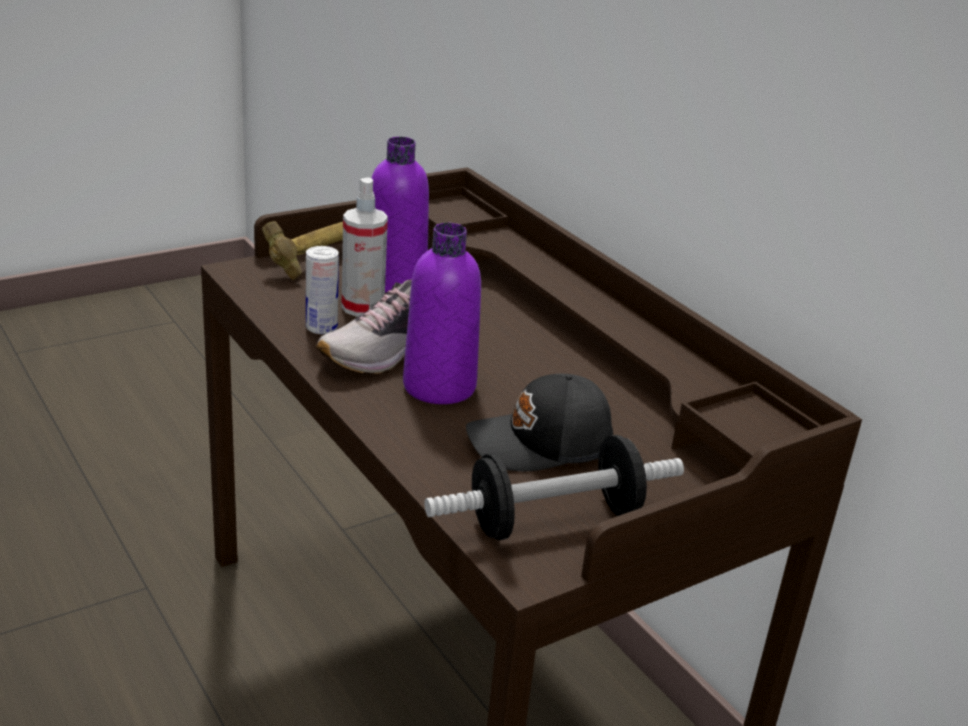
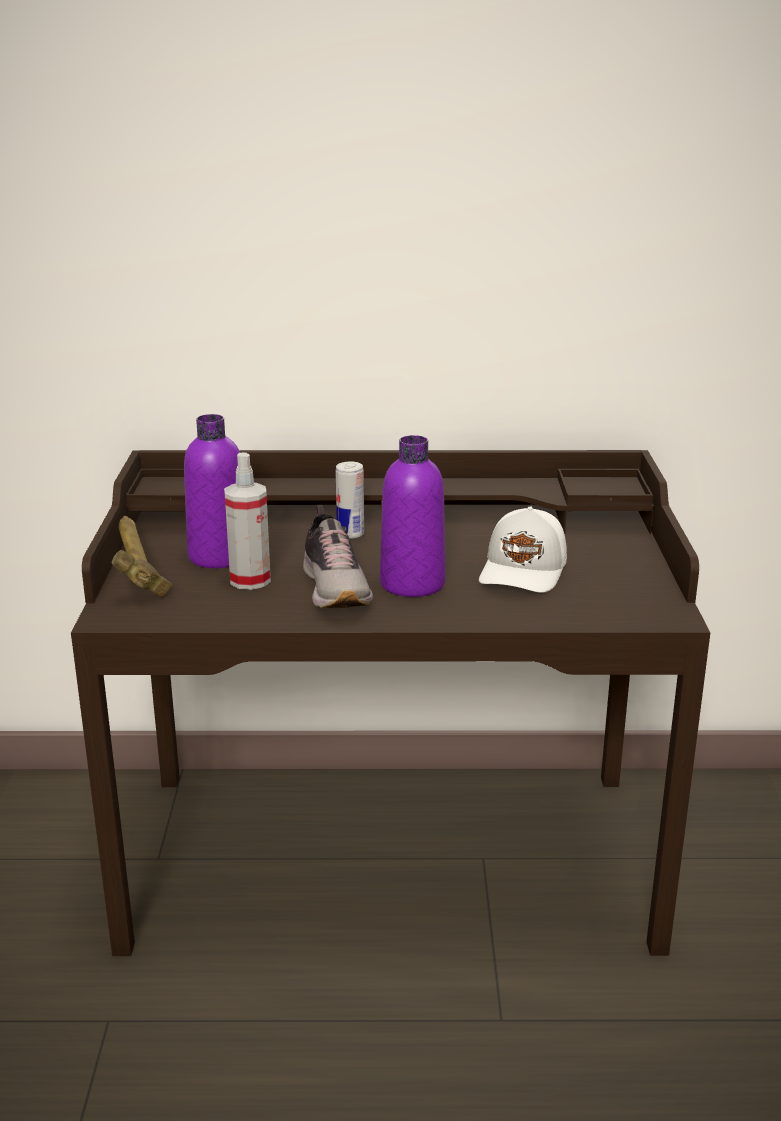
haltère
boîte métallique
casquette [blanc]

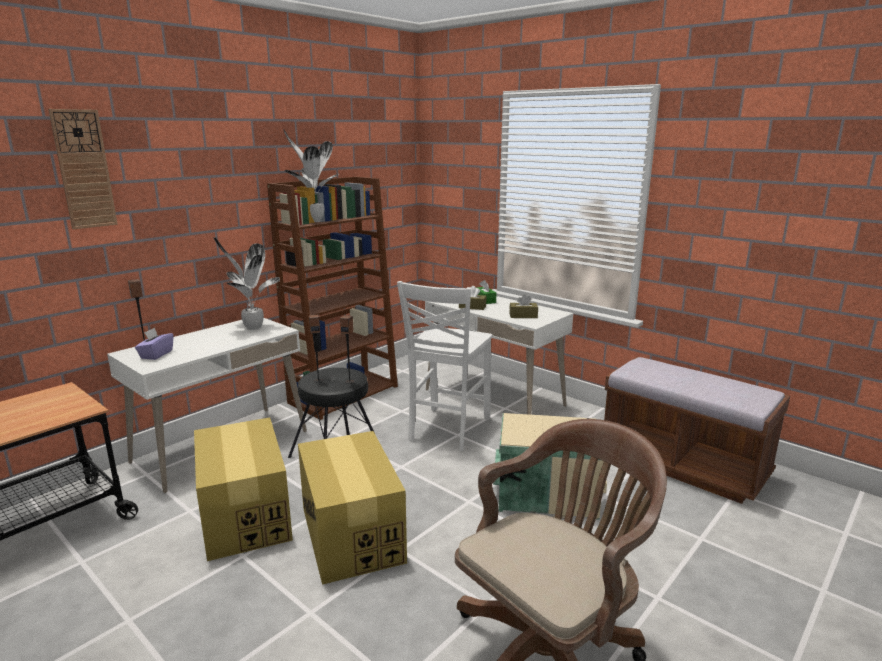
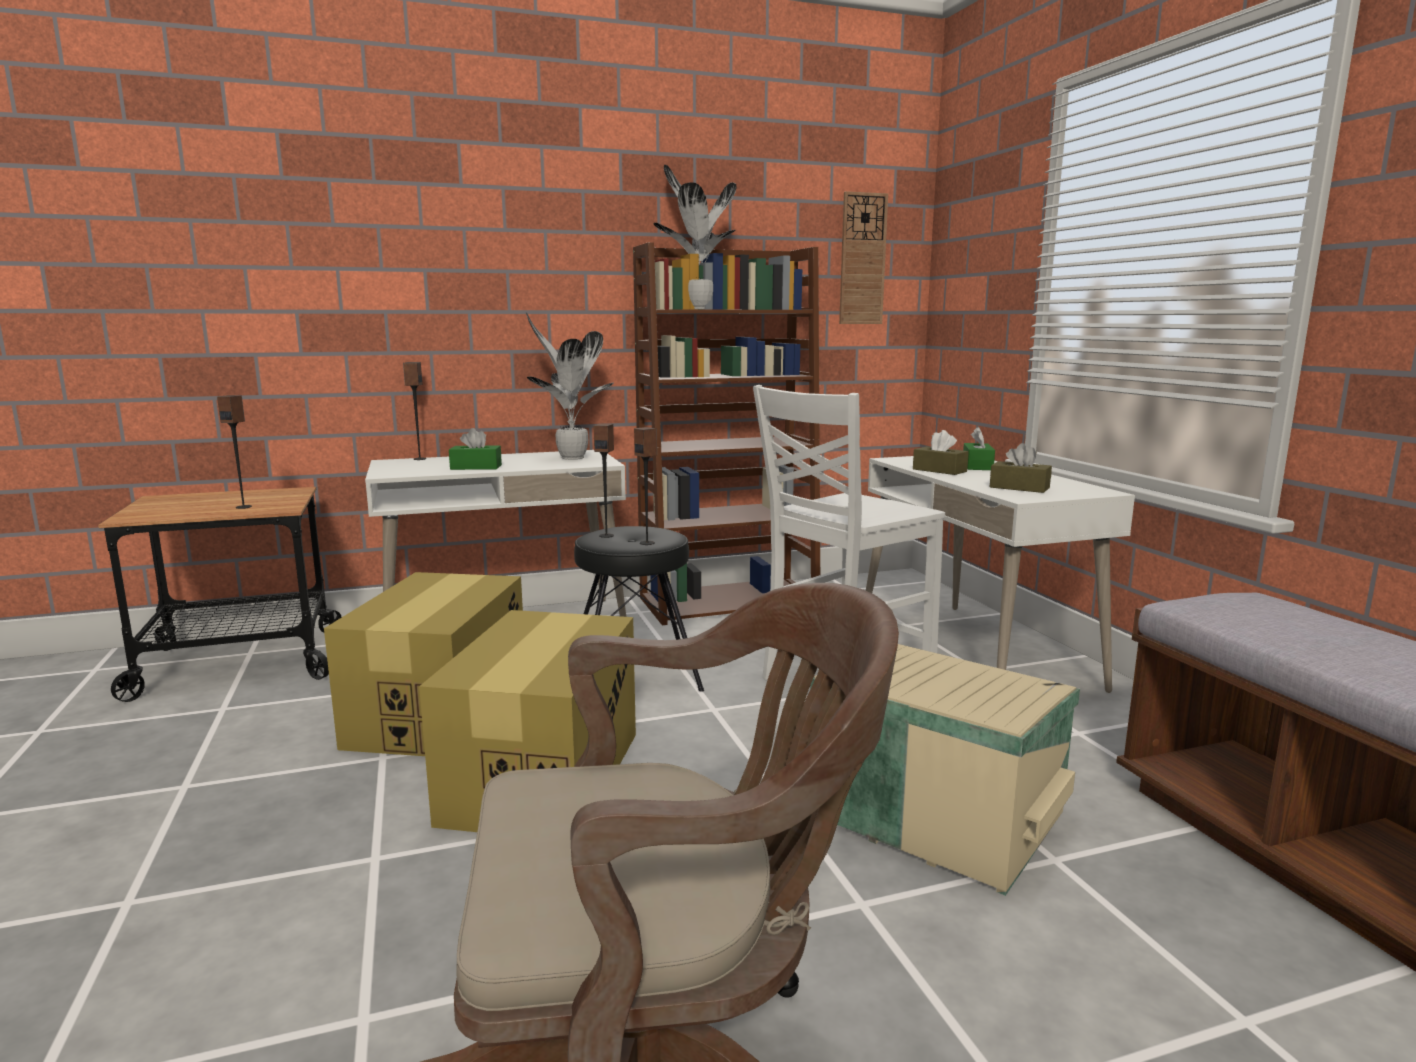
boîte à mouchoirs [violet]
enceinte (1st from left)
boîte à mouchoirs [vert] (1st from left)
horloge murale

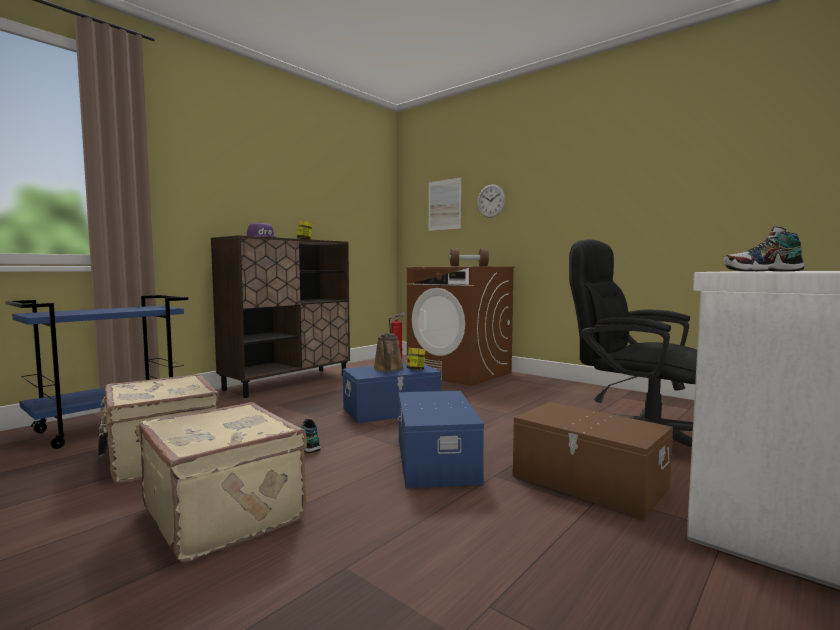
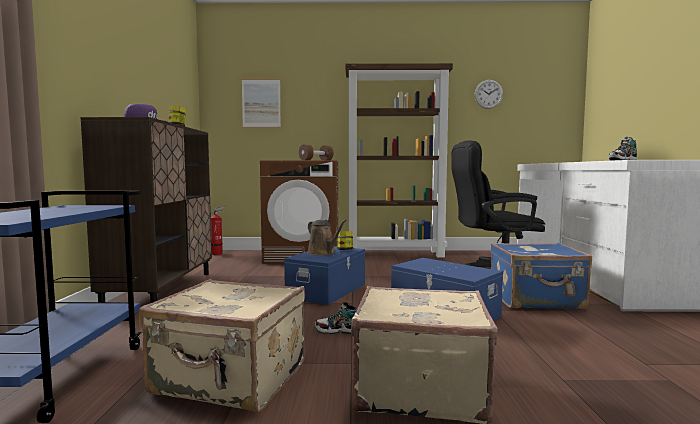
bibliothèque [marron]
horloge murale
valise [bleu]

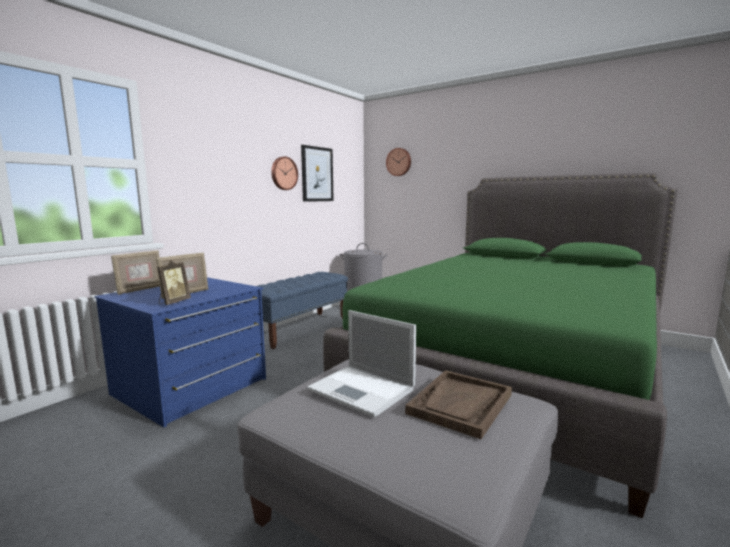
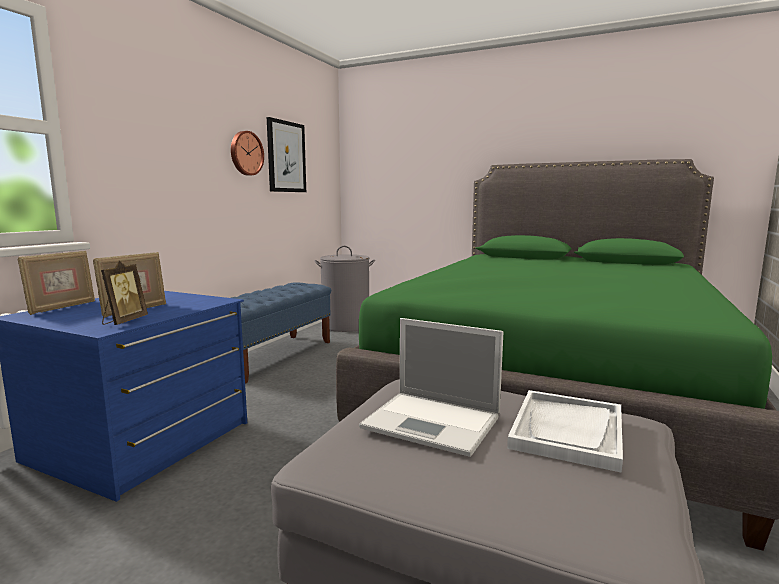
horloge murale (2nd from left in the first image)
plateau [blanc]

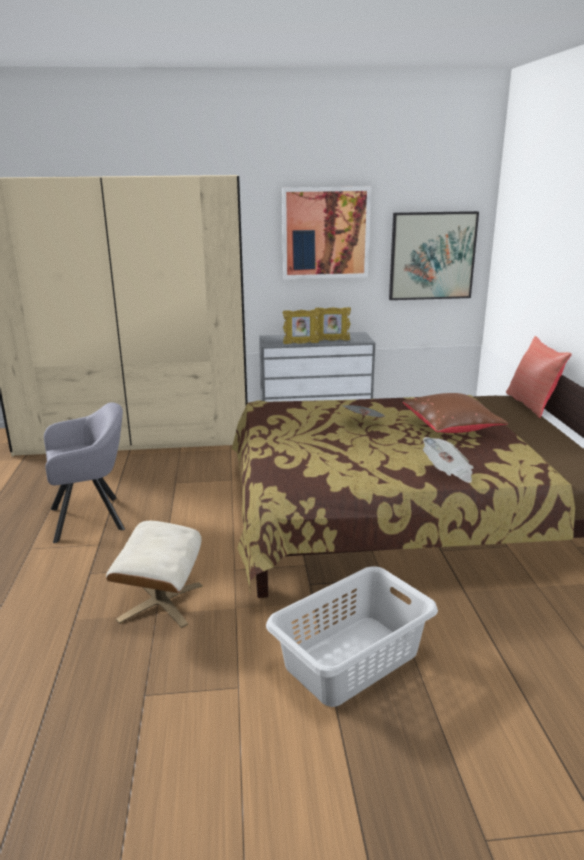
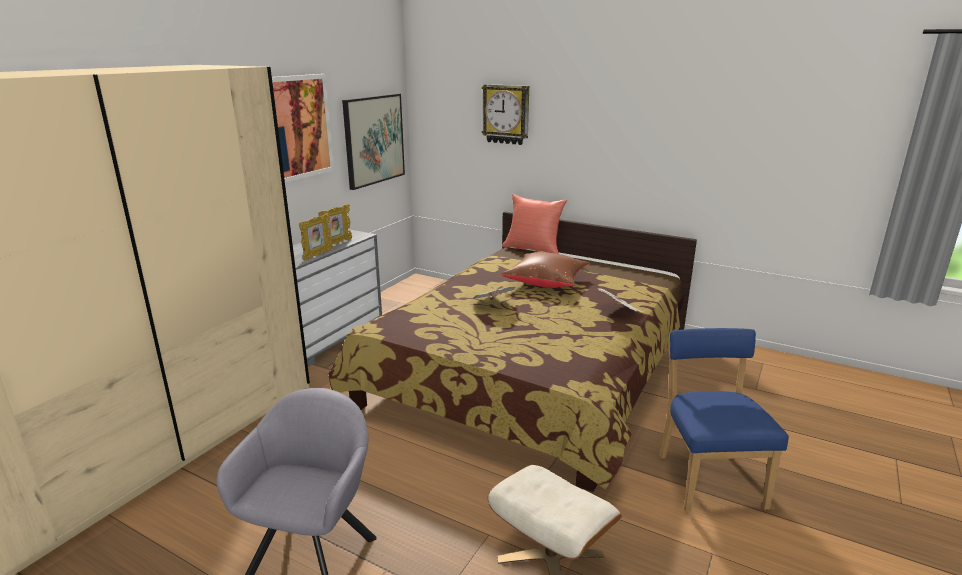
horloge murale
chaise [bleu]

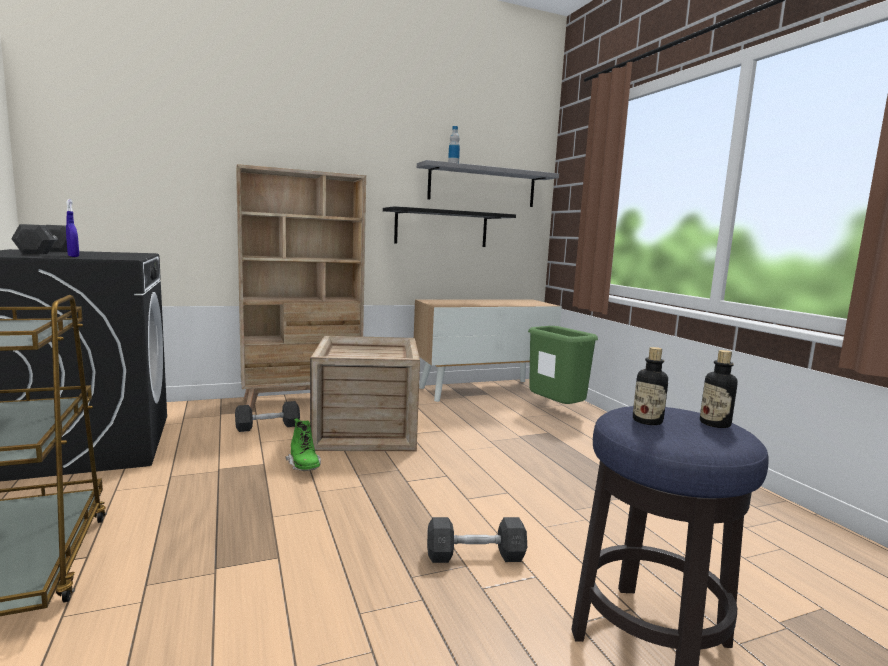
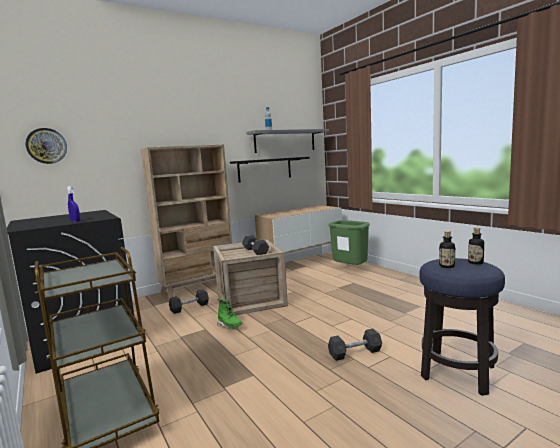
horloge murale
haltère [gris] (2nd from left)

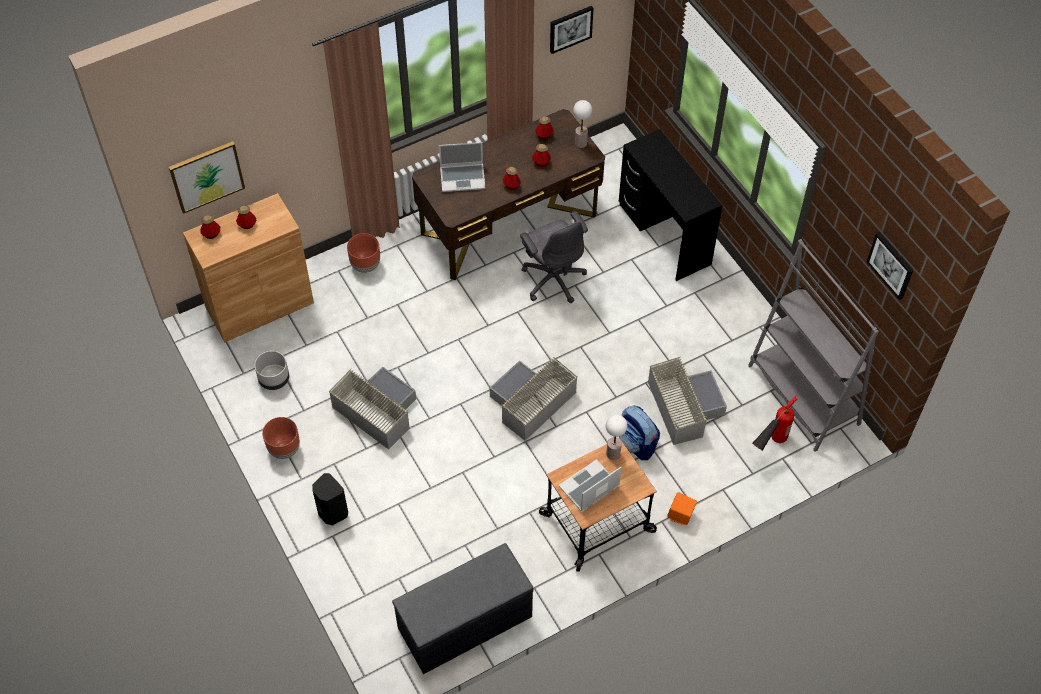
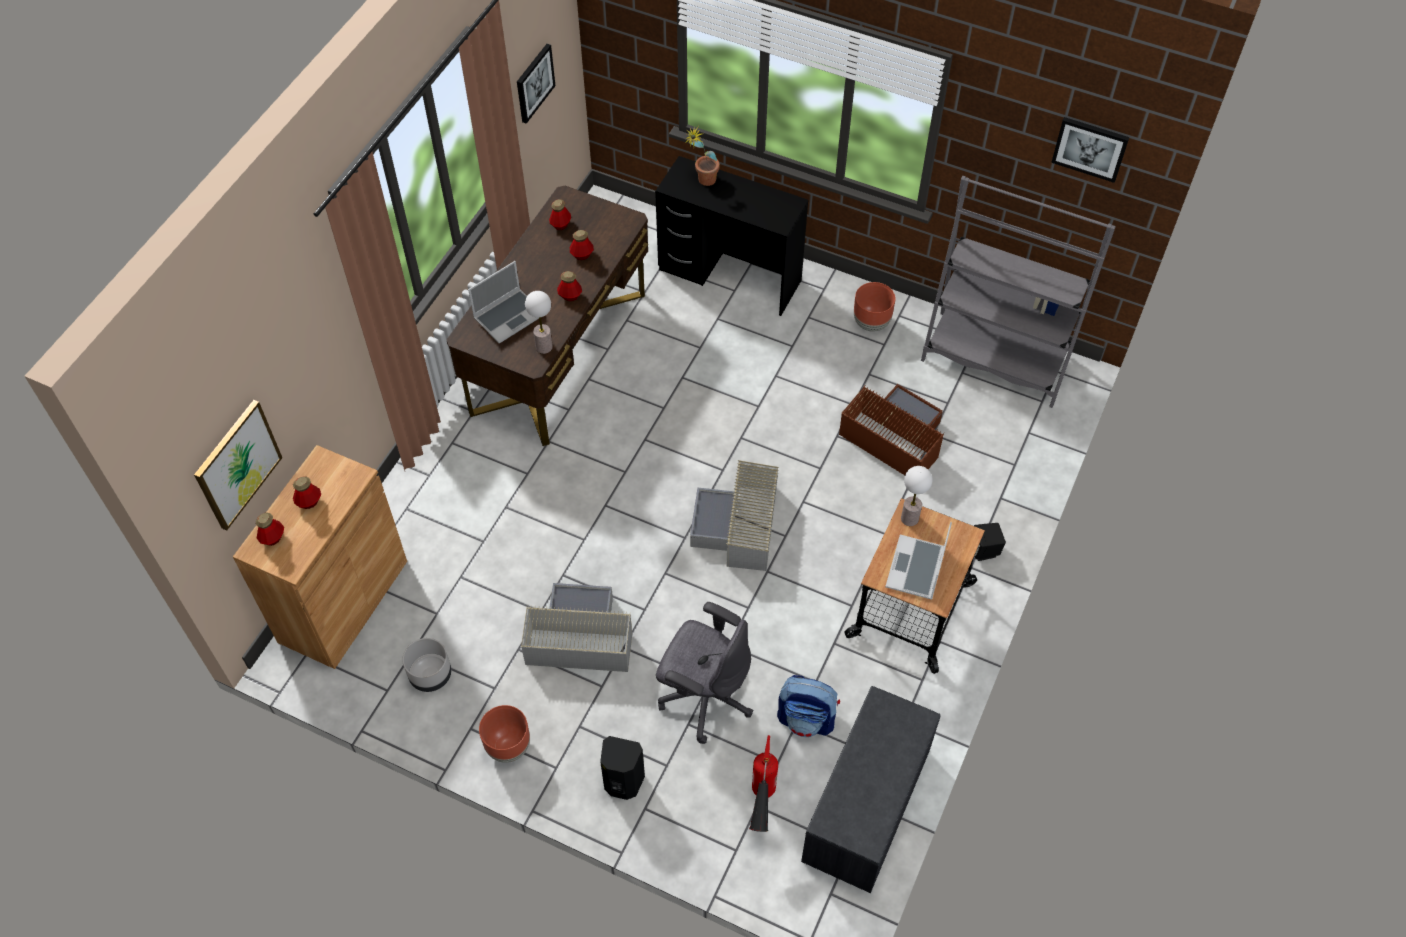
plante en pot
cache-pot [marron] (2nd from left)
chaise de bureau [gris]
lampe de table (1st from left)
sac à dos
extincteur
boîte de rangement [marron]
enceinte [noir] (2nd from left)

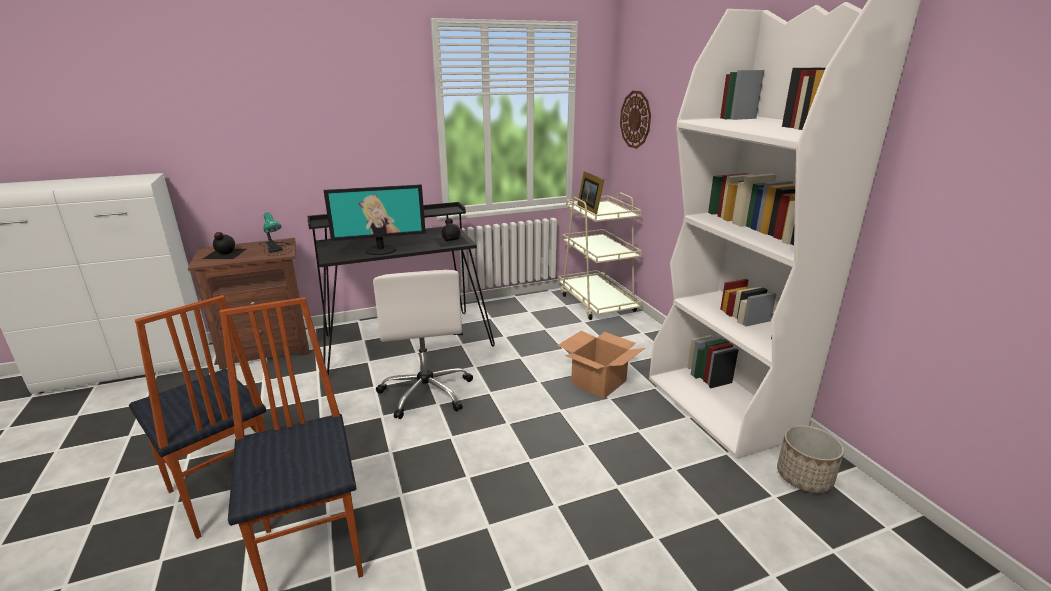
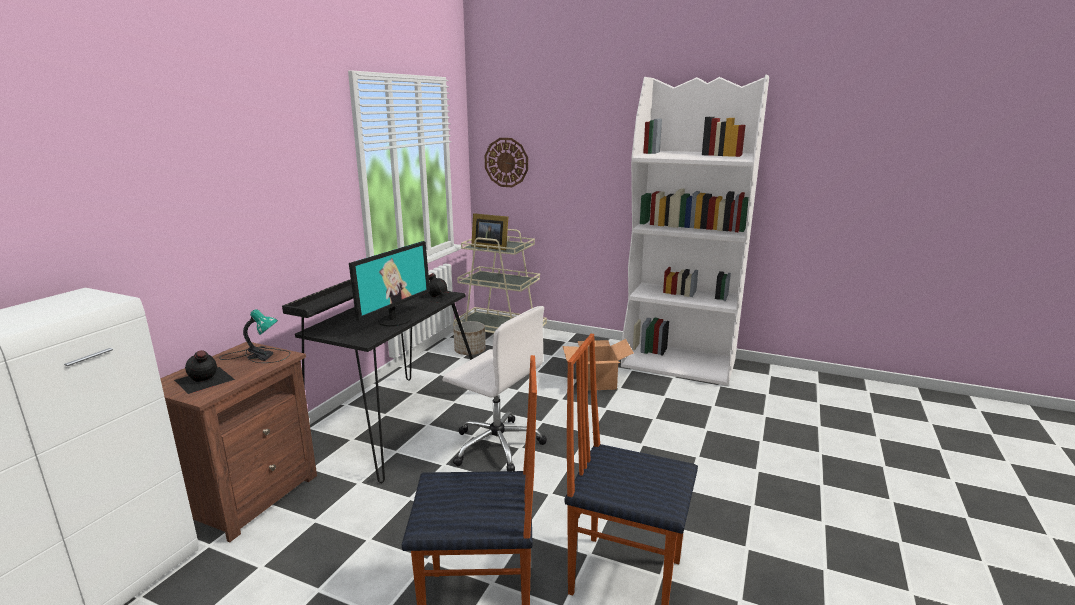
cache-pot

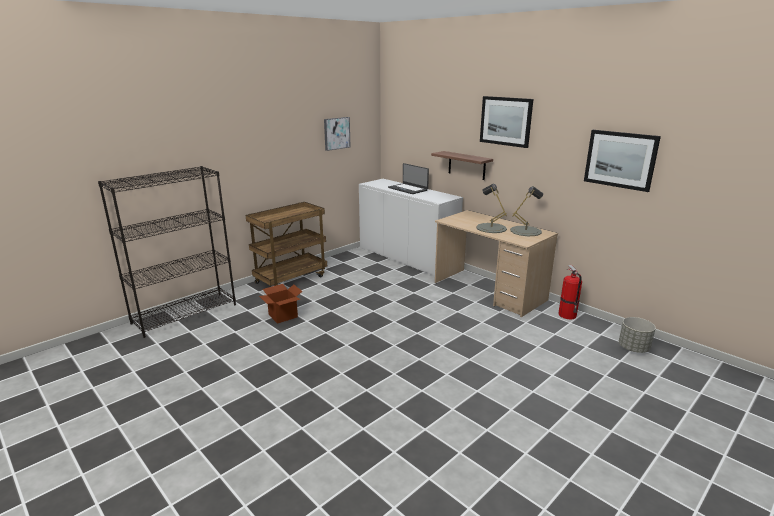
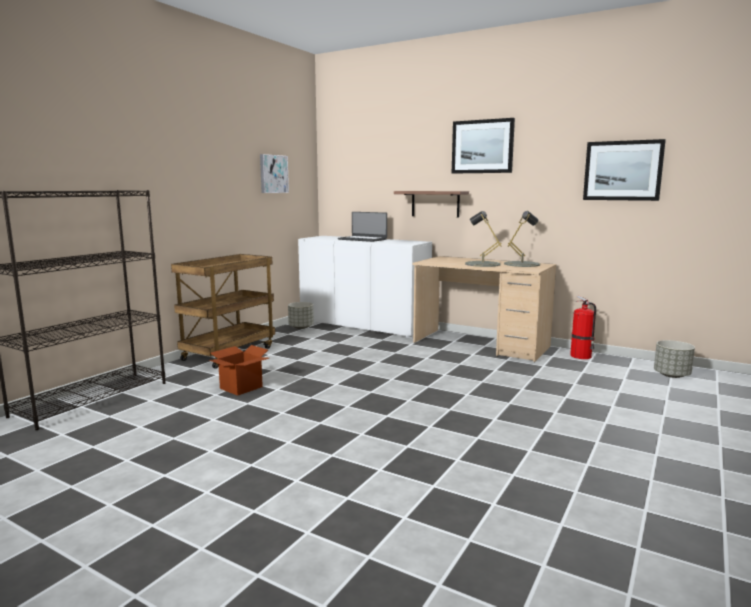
cache-pot [gris] (1st from left)

